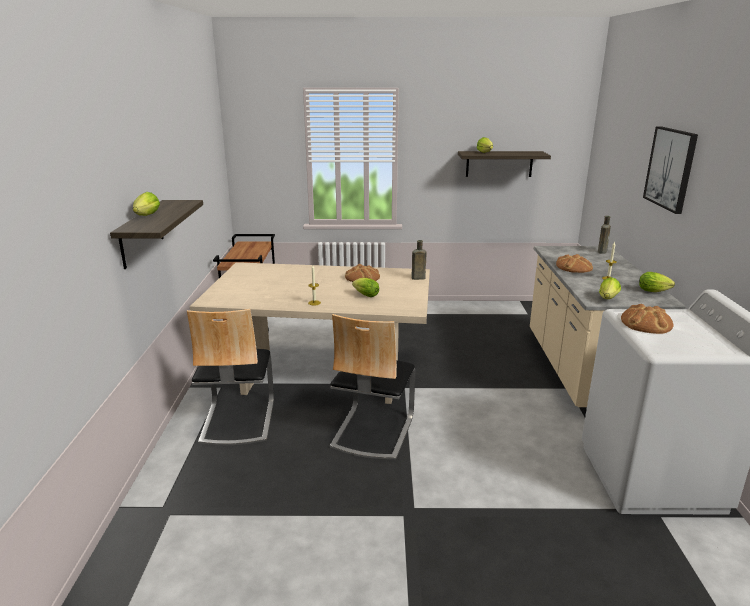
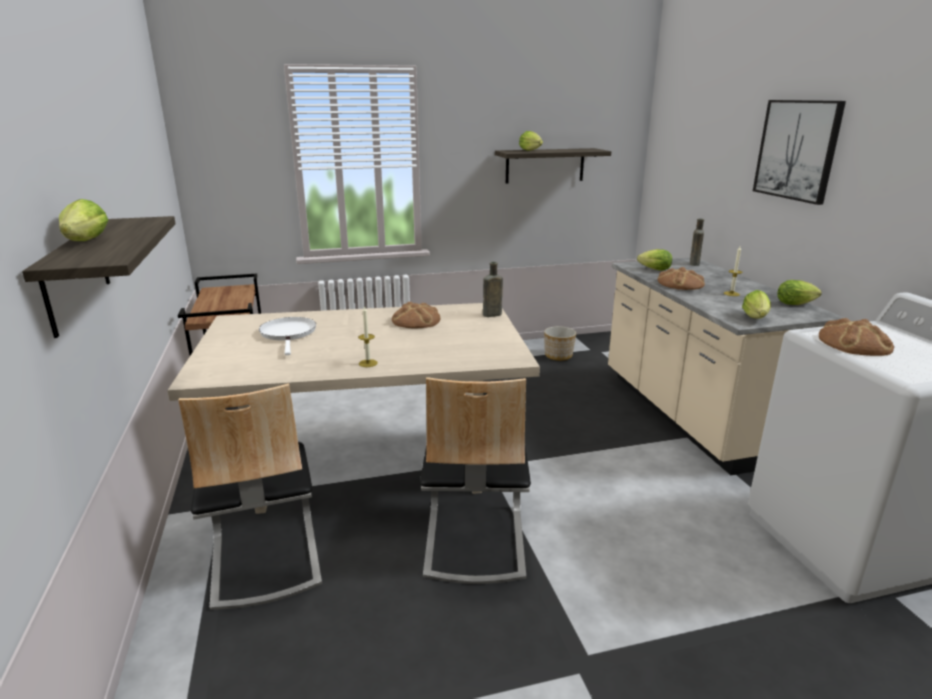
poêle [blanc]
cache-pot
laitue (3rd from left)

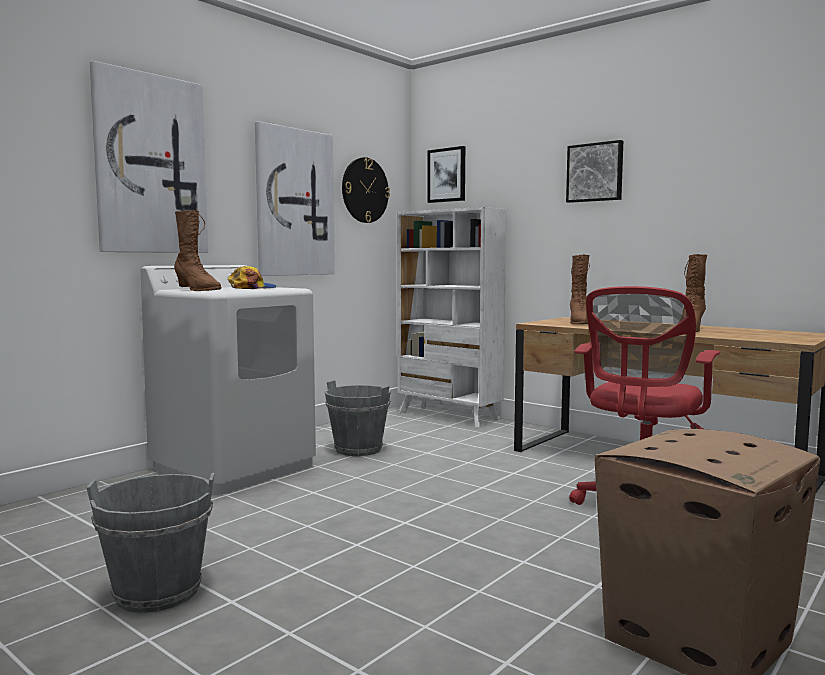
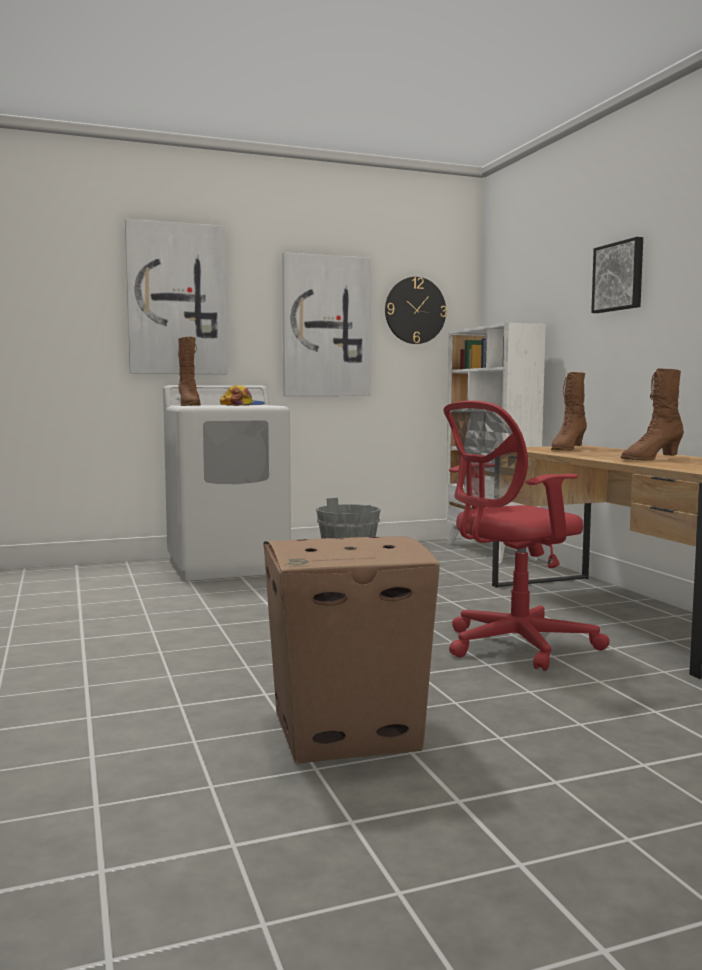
seau [gris] (1st from left in the first image)
tableau (3rd from left in the first image)

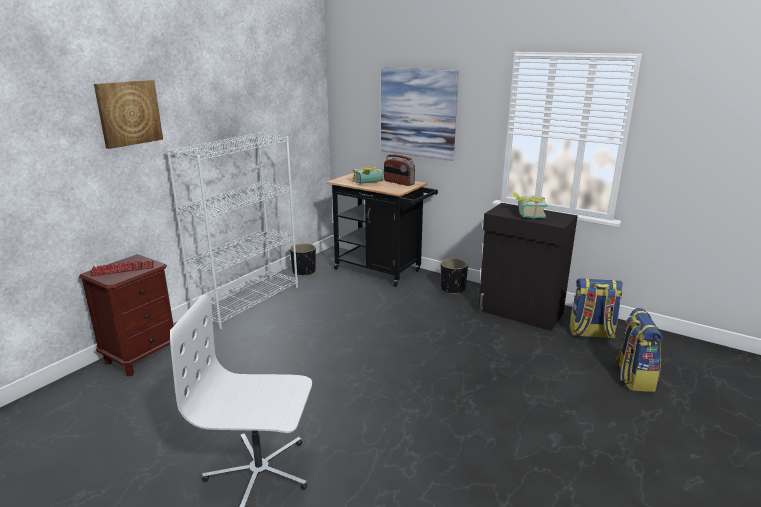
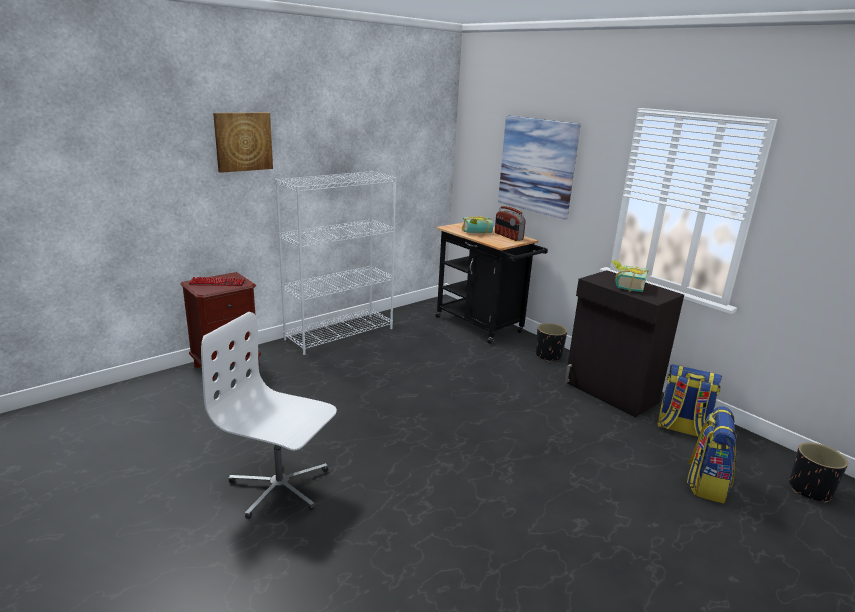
cache-pot [noir] (2nd from left)

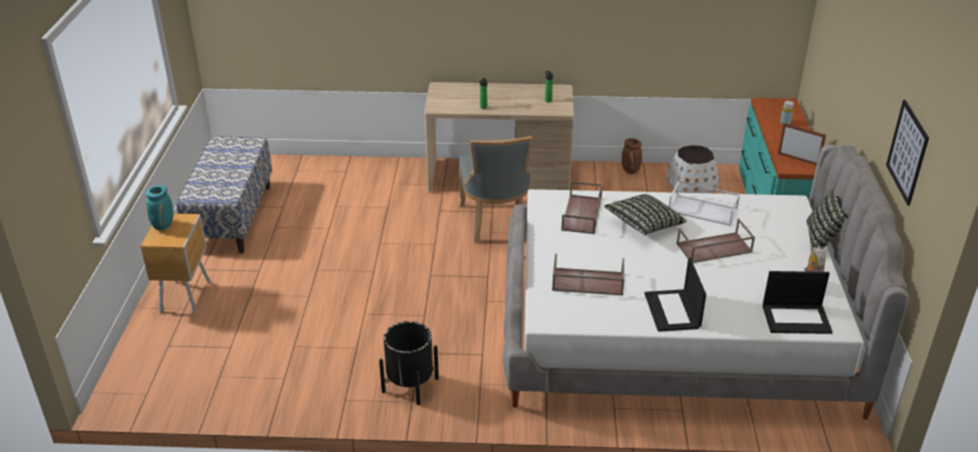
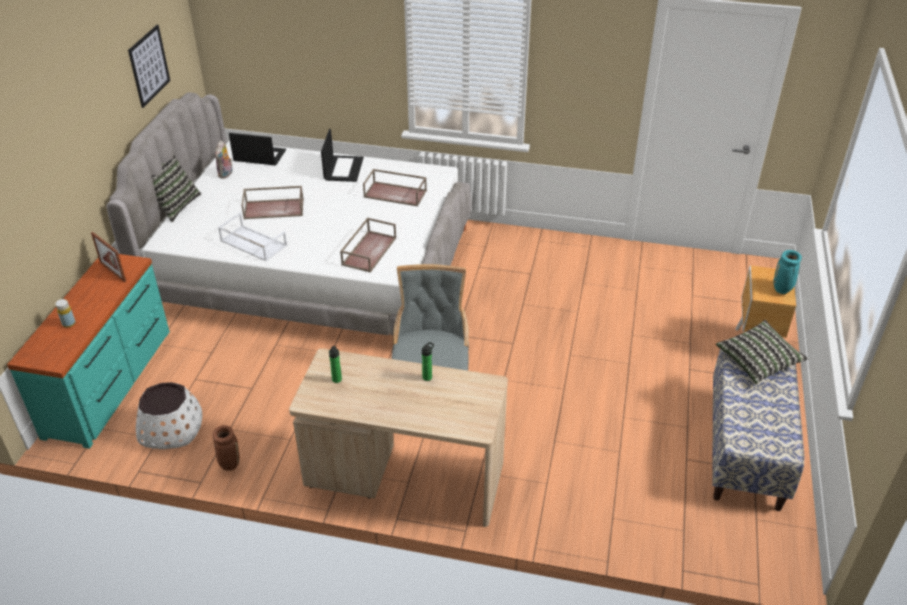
cache-pot [noir]
coussin (2nd from left)

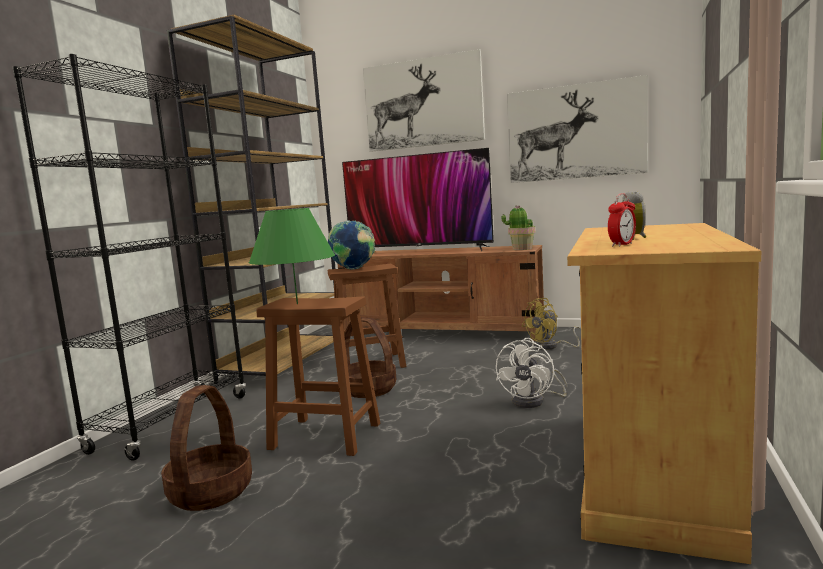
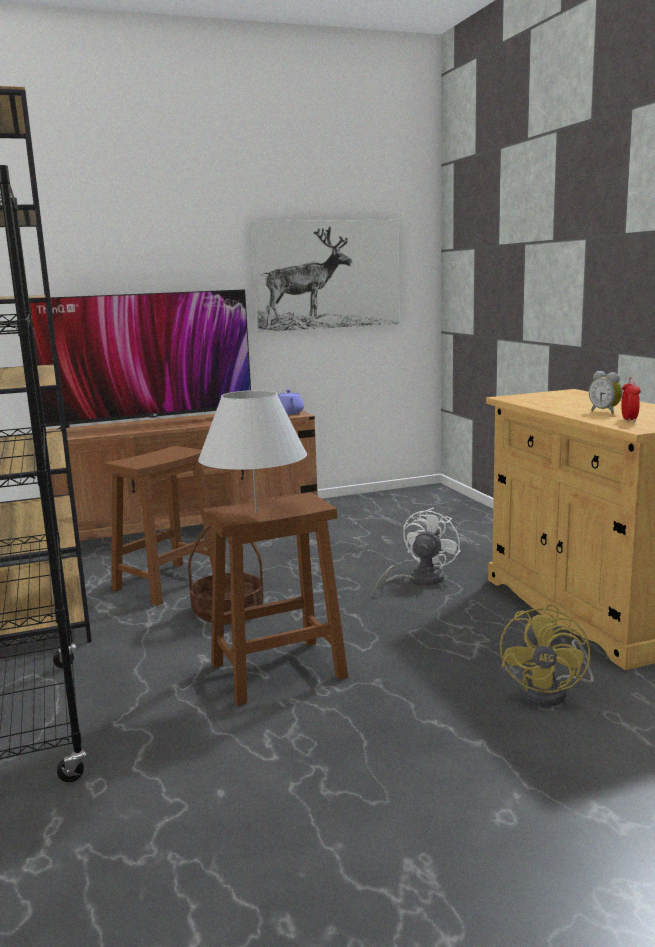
panier (1st from left in the first image)
globe
tableau (1st from left in the first image)
ventilateur [jaune]
théière [violet]
lampe de table [blanc]
ventilateur [blanc]

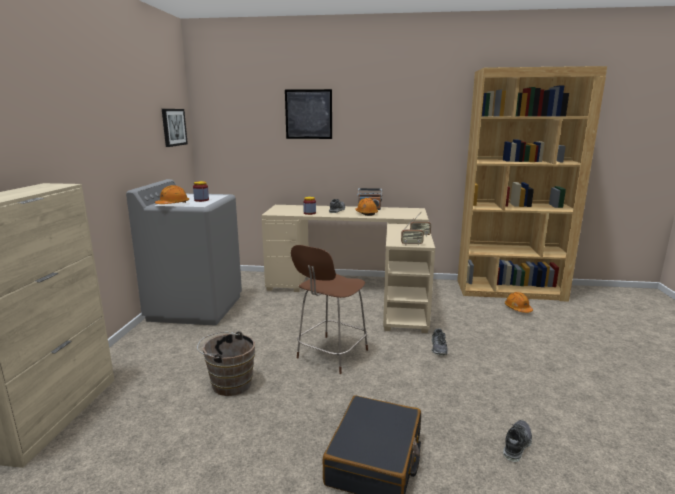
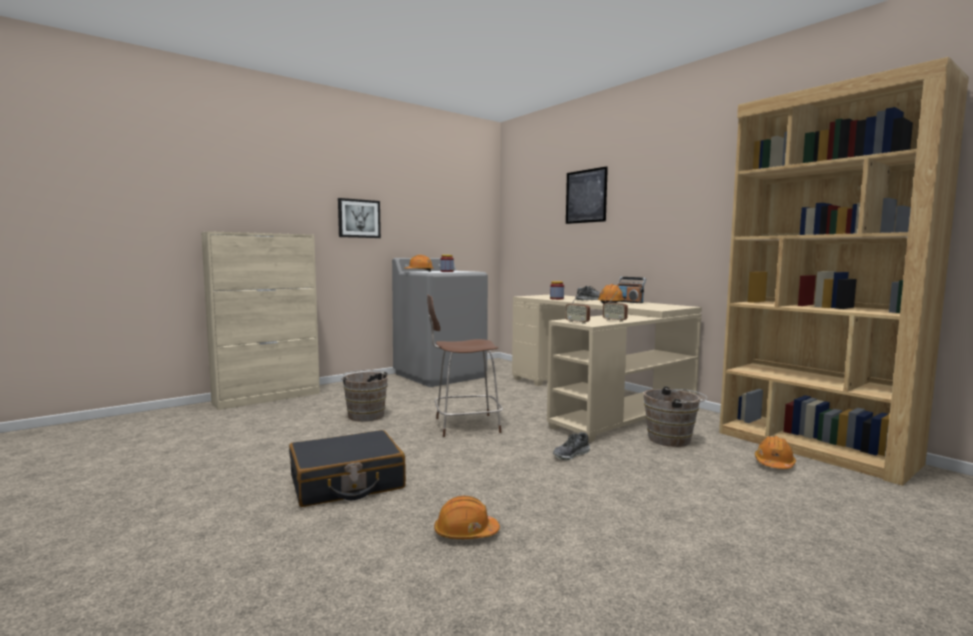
seau [marron] (2nd from left)
tableau (1st from left)
casque de chantier [orange] (2nd from left)

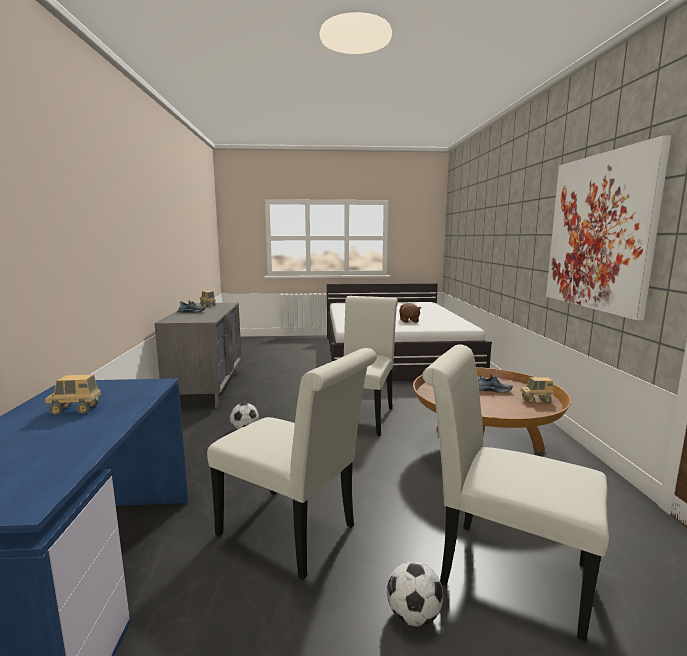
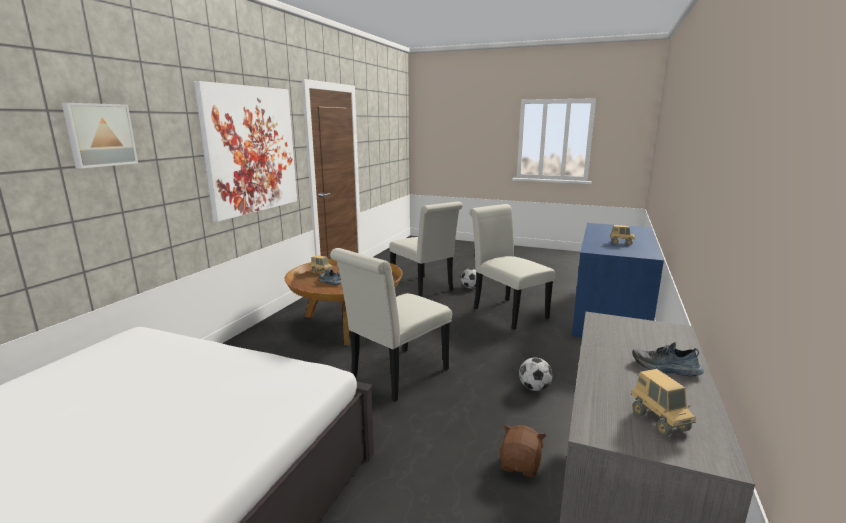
tableau (1st from left)
peluche [marron]

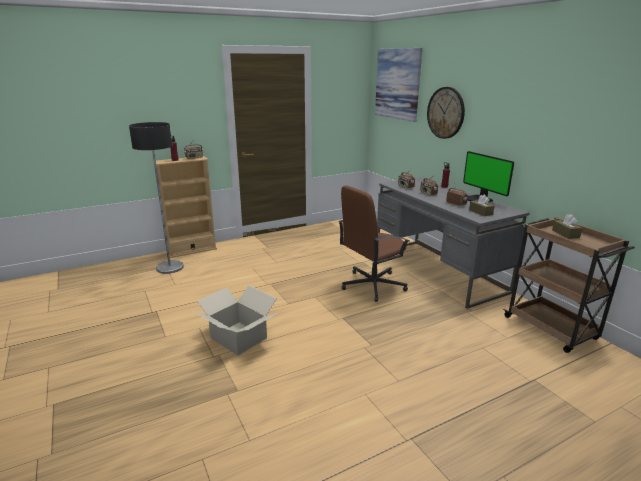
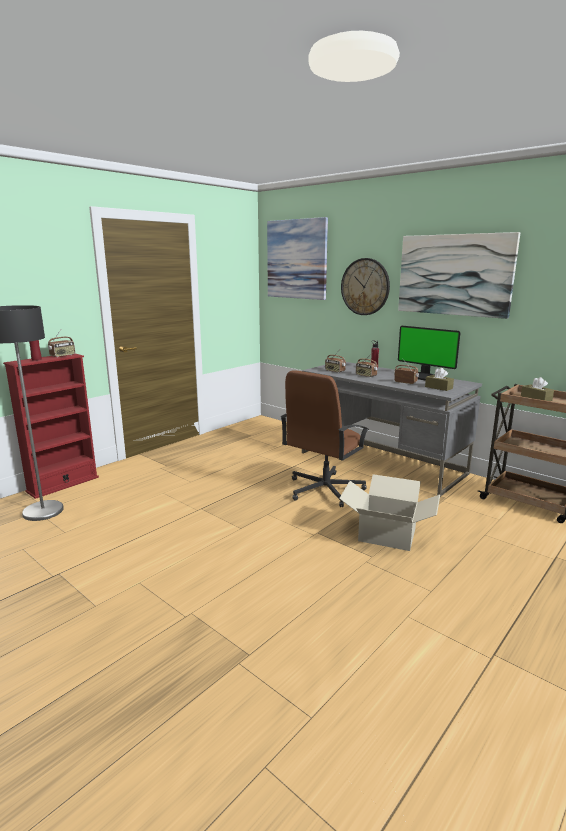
tableau (2nd from left)
carton
bibliothèque [rouge]

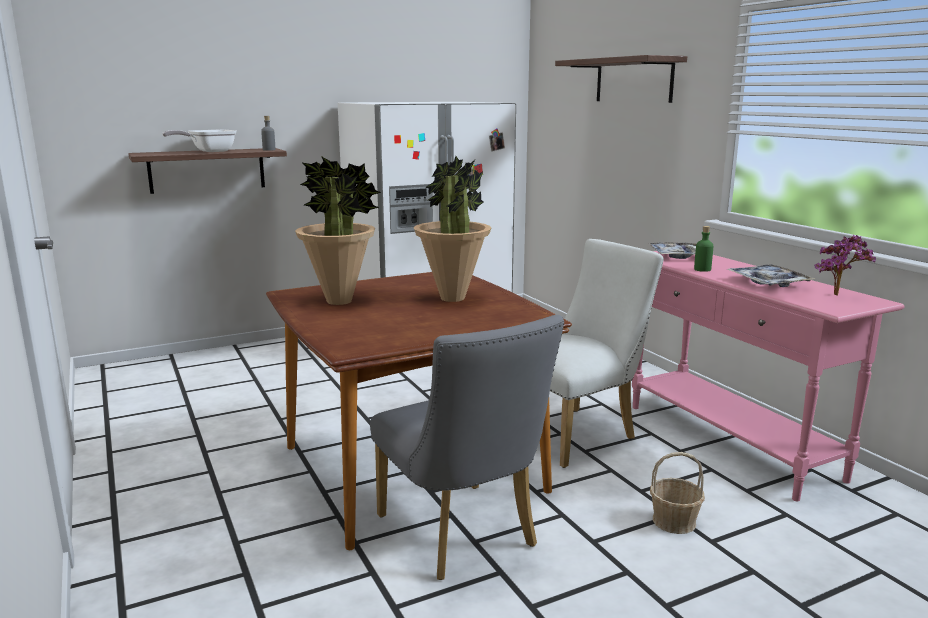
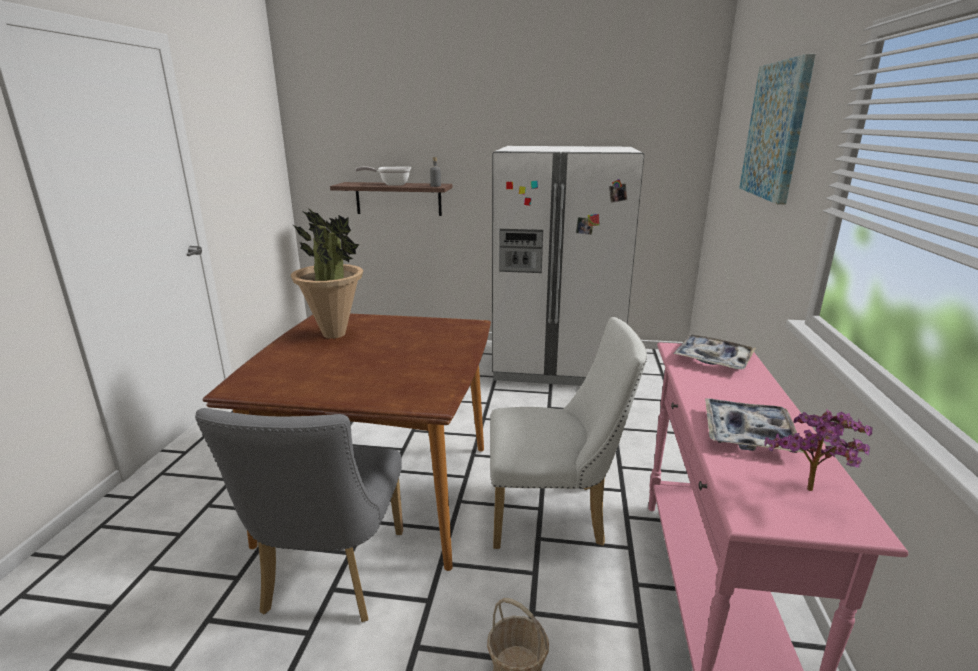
plante en pot (2nd from left in the first image)
bouteille [vert]
tableau

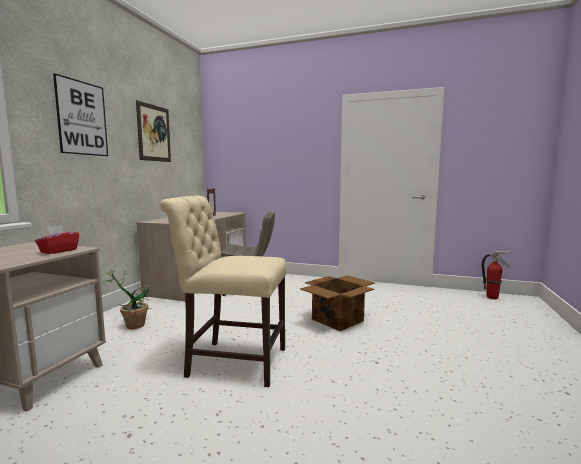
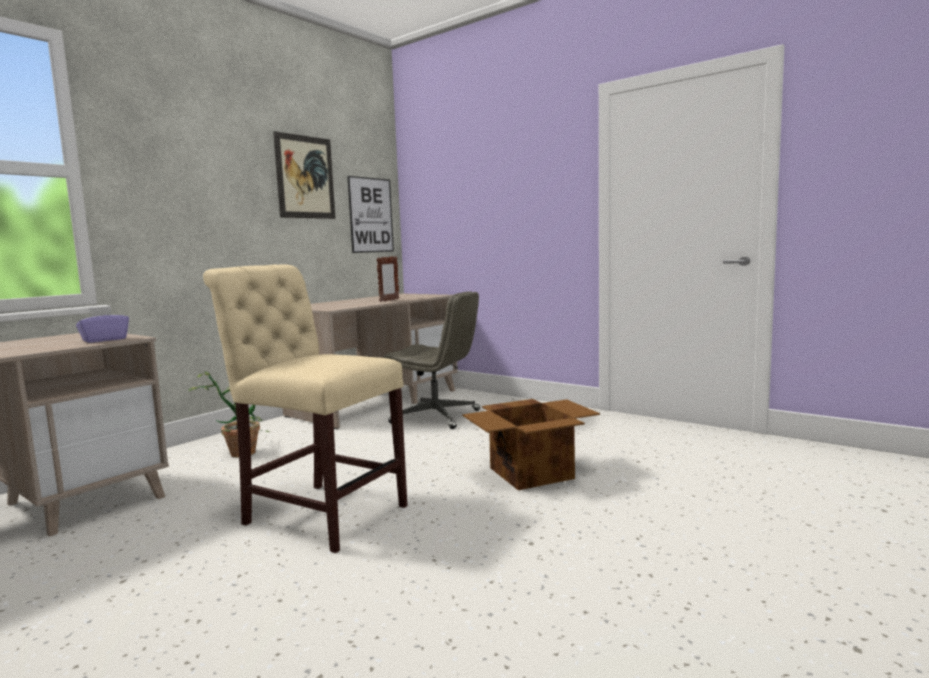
extincteur
tableau (2nd from left)
boîte à mouchoirs [violet]

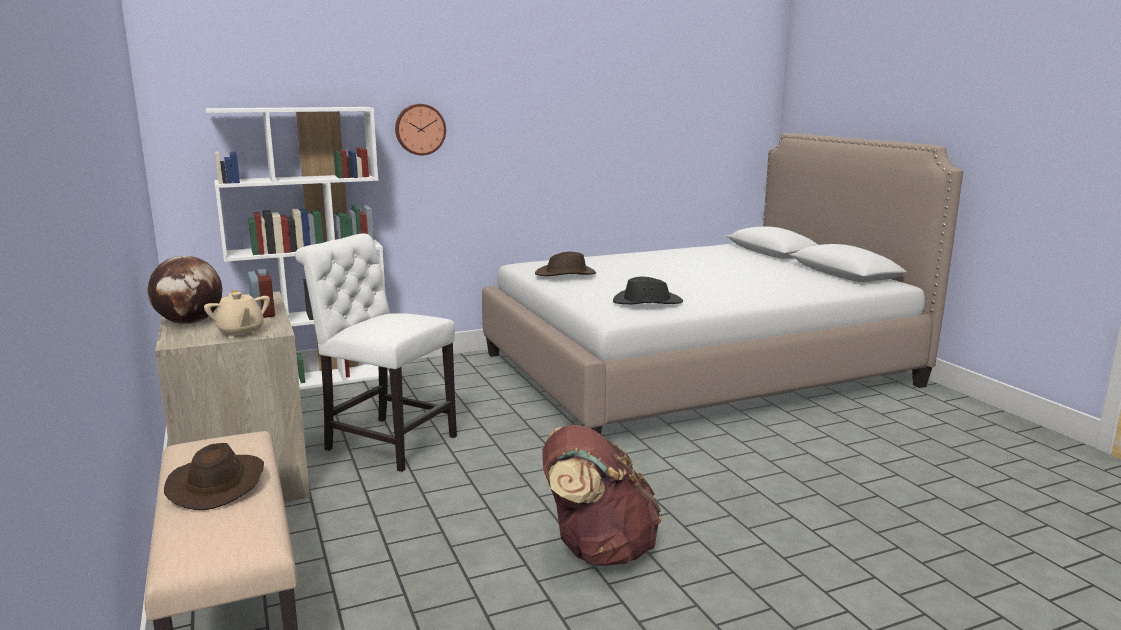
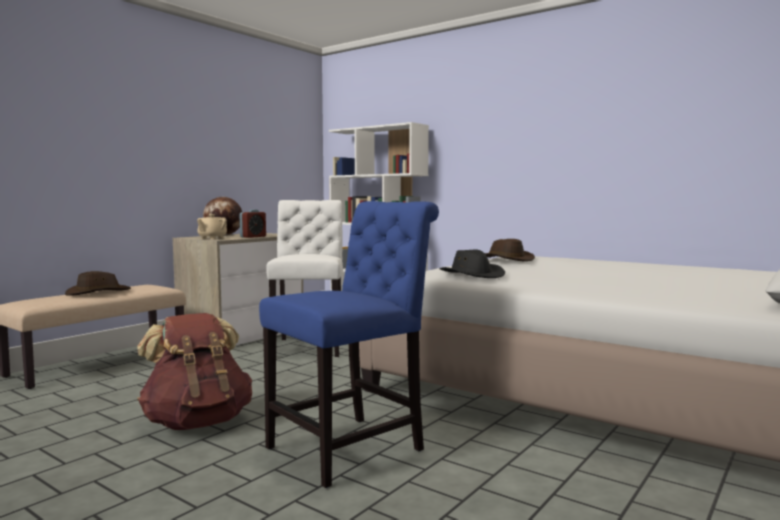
horloge murale
chaise [bleu]

